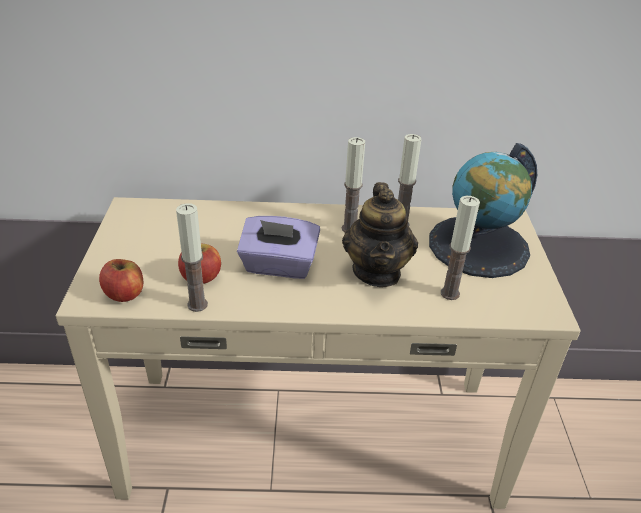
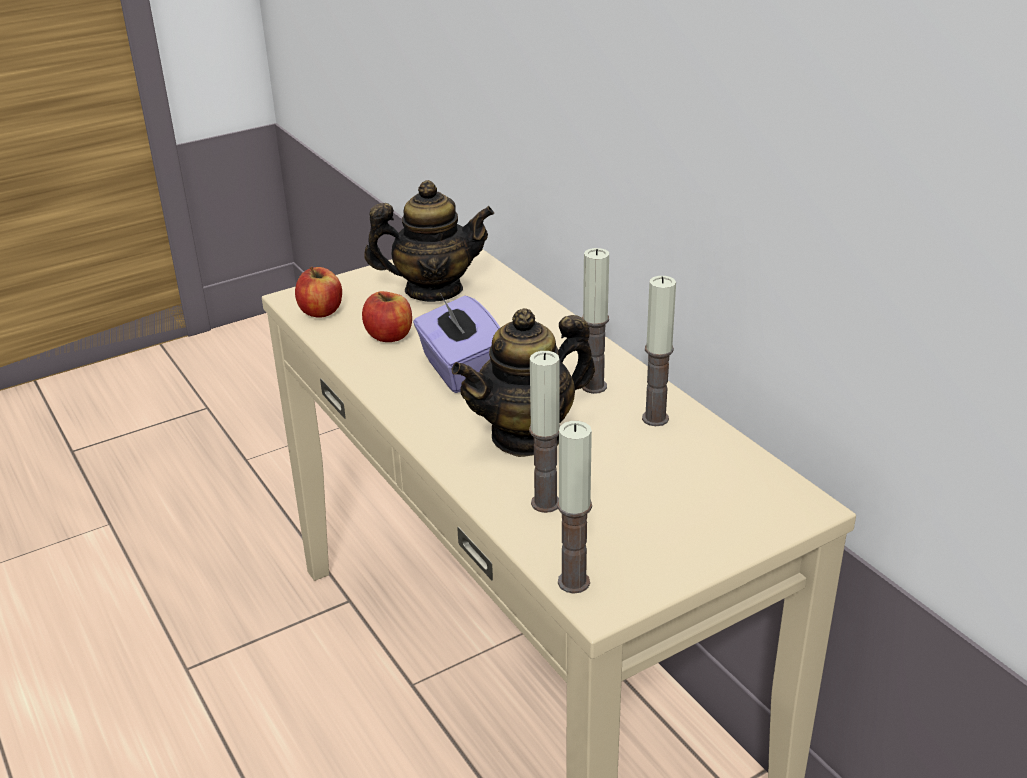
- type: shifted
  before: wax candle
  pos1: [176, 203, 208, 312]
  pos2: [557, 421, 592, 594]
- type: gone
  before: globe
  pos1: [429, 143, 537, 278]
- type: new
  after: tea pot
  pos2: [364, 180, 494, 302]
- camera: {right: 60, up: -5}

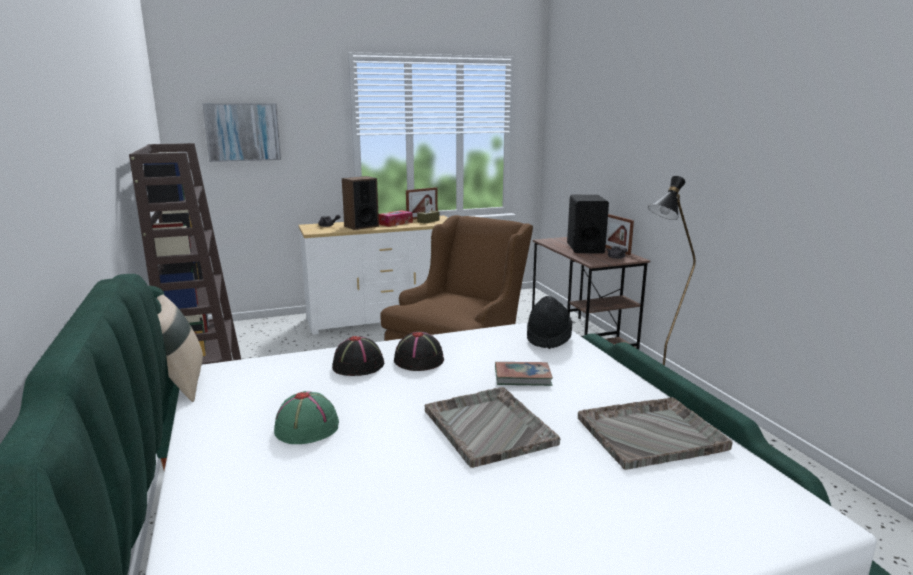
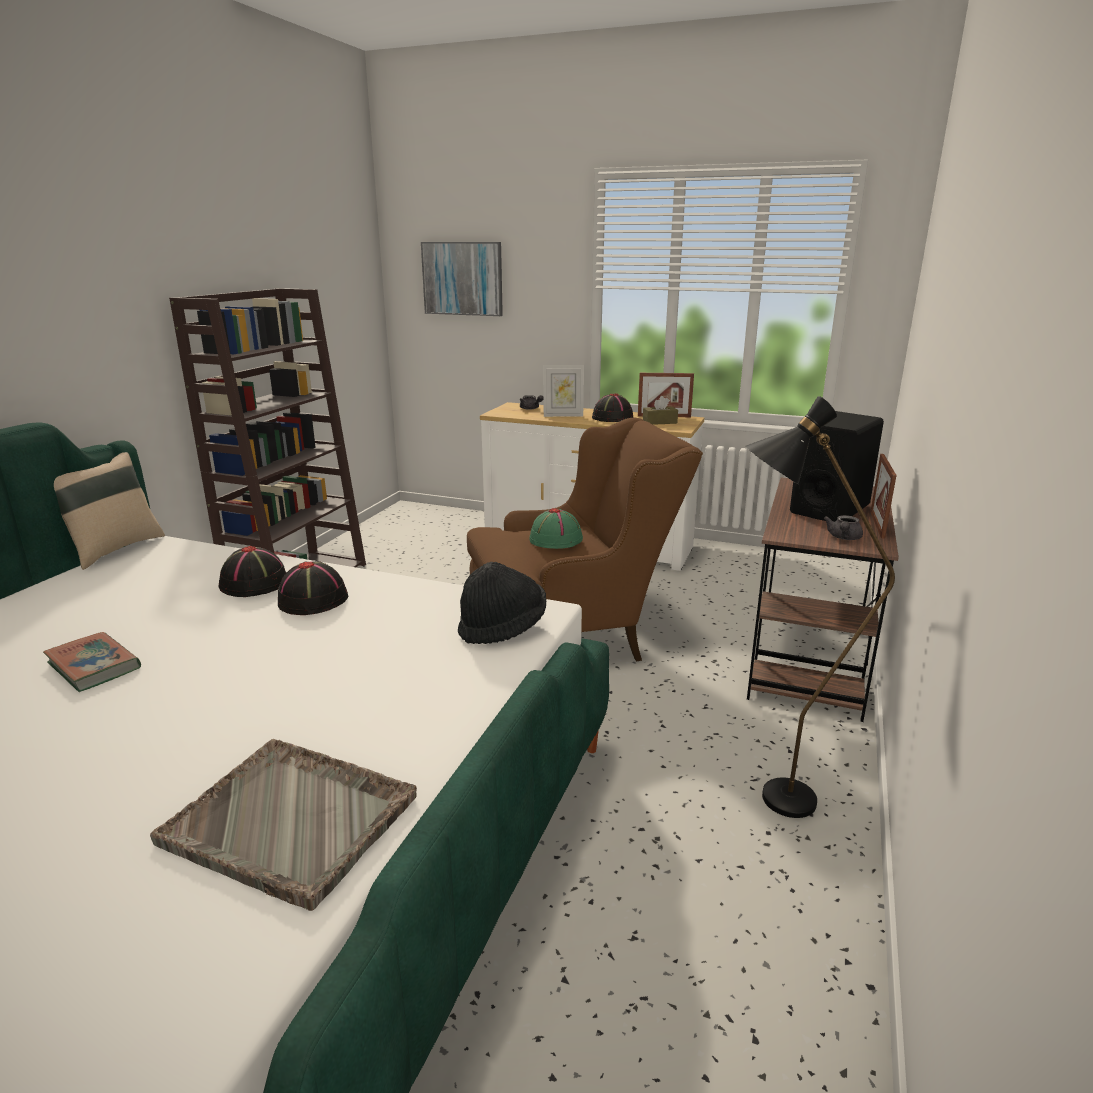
- type: shifted
  before: green clothing hat
  pos1: [274, 391, 339, 444]
  pos2: [529, 508, 583, 549]
- type: swapped
  before: speaker
  after: standing frame
  pos1: [342, 176, 379, 230]
  pos2: [543, 365, 584, 417]
- type: swapped
  before: tissue holder
  after: black-coloured clothing hat
  pos1: [378, 210, 413, 227]
  pos2: [592, 394, 633, 422]
- type: gone
  before: grey serving tray
  pos1: [424, 387, 560, 468]
- type: shifted
  before: book
  pos1: [495, 362, 553, 386]
  pos2: [43, 632, 141, 692]
- camera: {right: 40, up: 5}

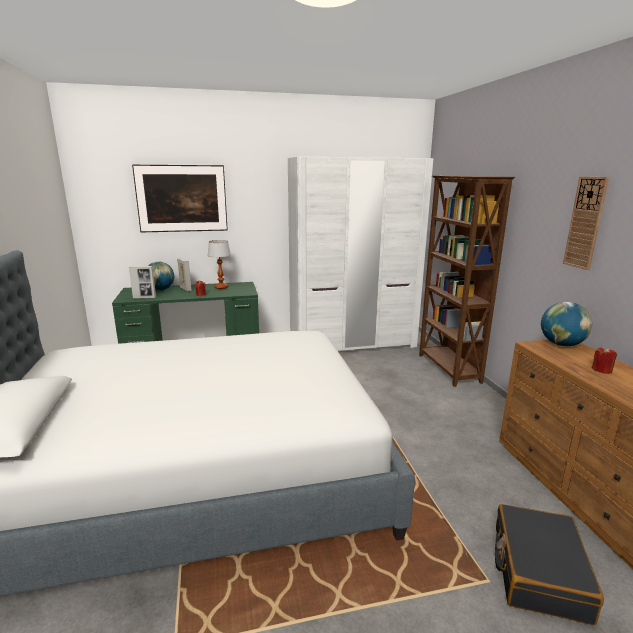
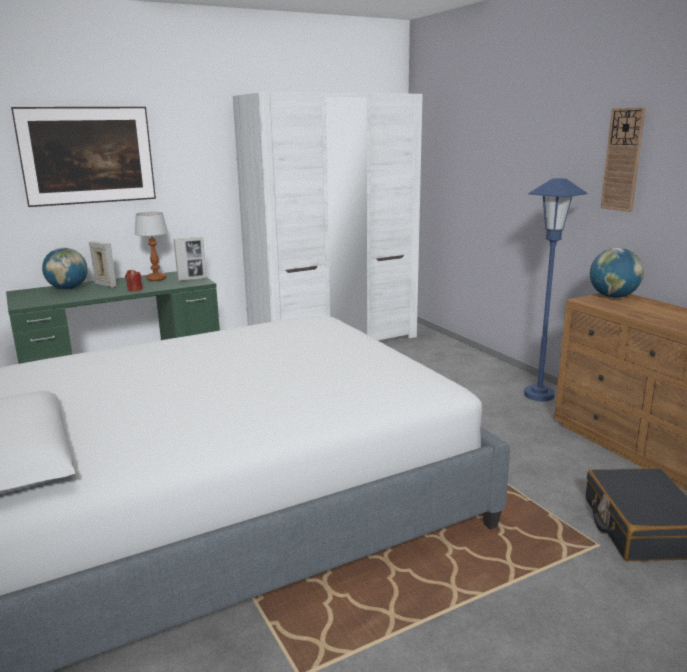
- type: shifted
  before: standing frame
  pos1: [129, 266, 156, 299]
  pos2: [174, 237, 206, 281]
- type: gone
  before: brown bookshelf
  pos1: [419, 176, 515, 387]
- type: gone
  before: red wax candle
  pos1: [591, 347, 617, 374]
- type: new
  after: blue standard lamp
  pos2: [524, 178, 587, 401]
- camera: {right: -15, up: 0}

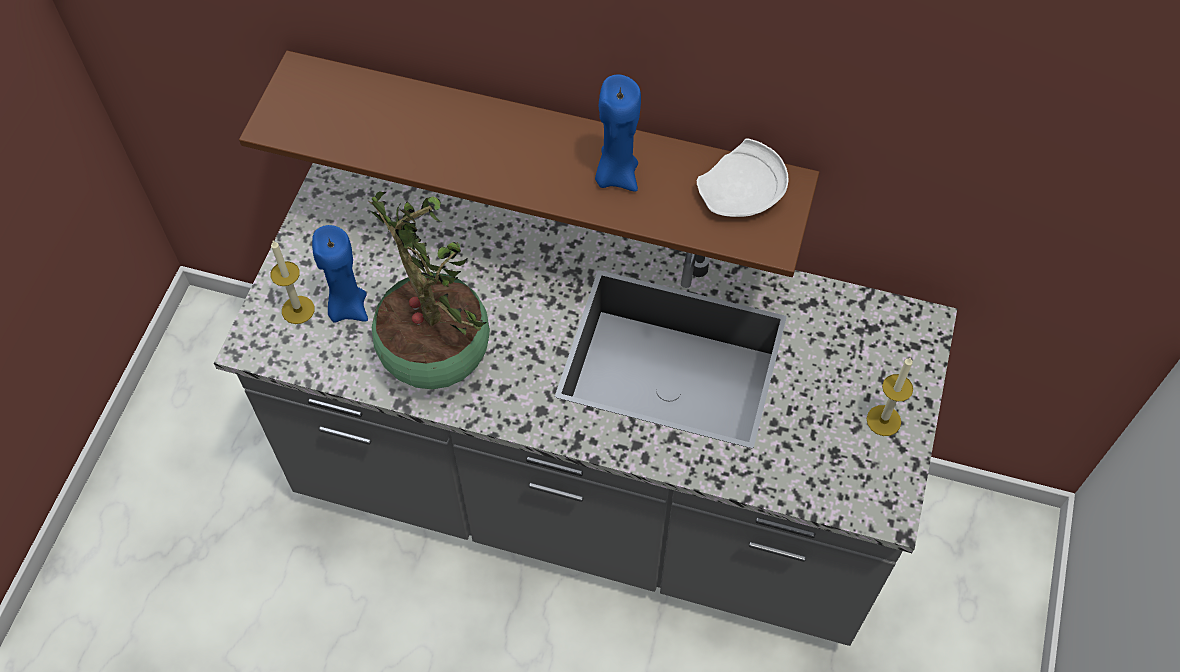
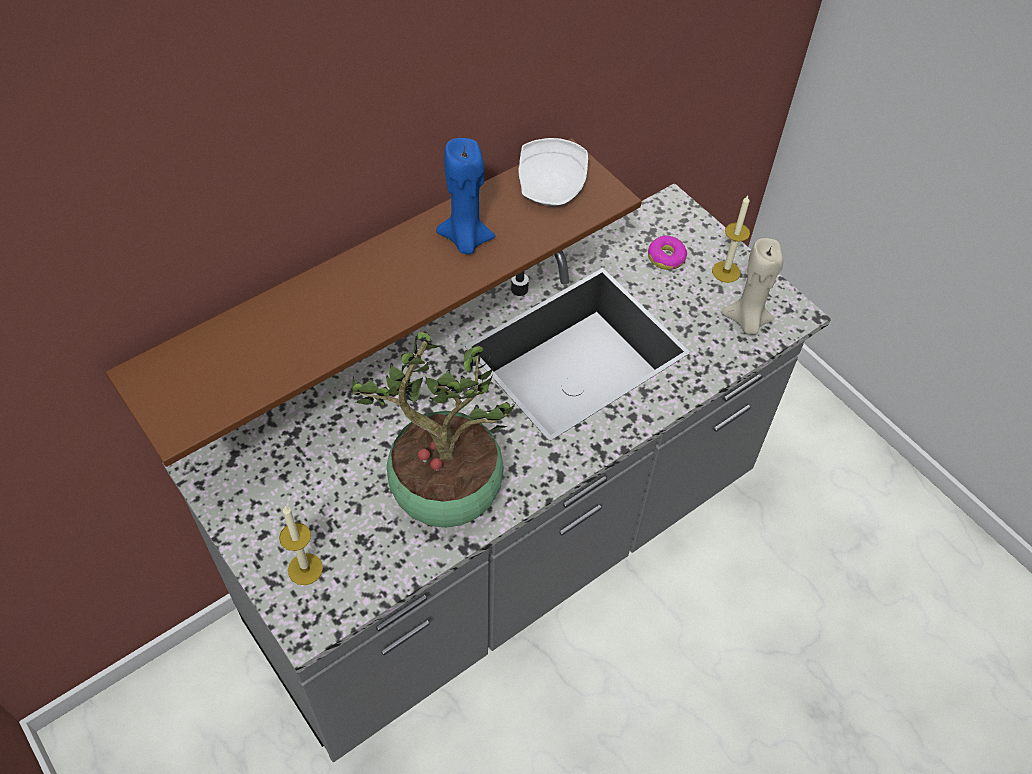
- type: gone
  before: blue wax candle
  pos1: [312, 225, 368, 323]
- type: new
  after: doughnut
  pos2: [648, 236, 687, 270]
- type: new
  after: beige wax candle
  pos2: [722, 238, 783, 335]
- camera: {right: -55, up: -5}

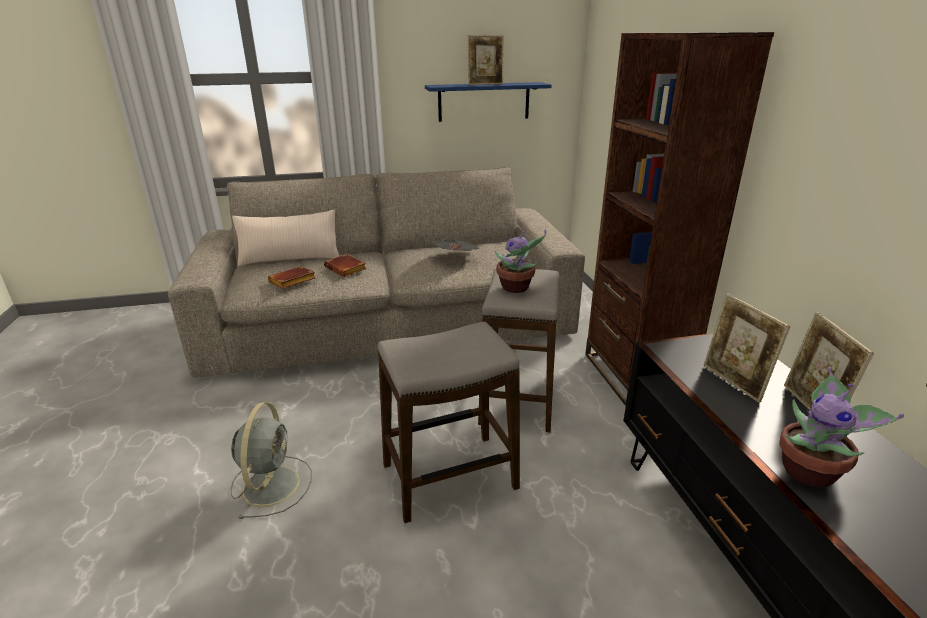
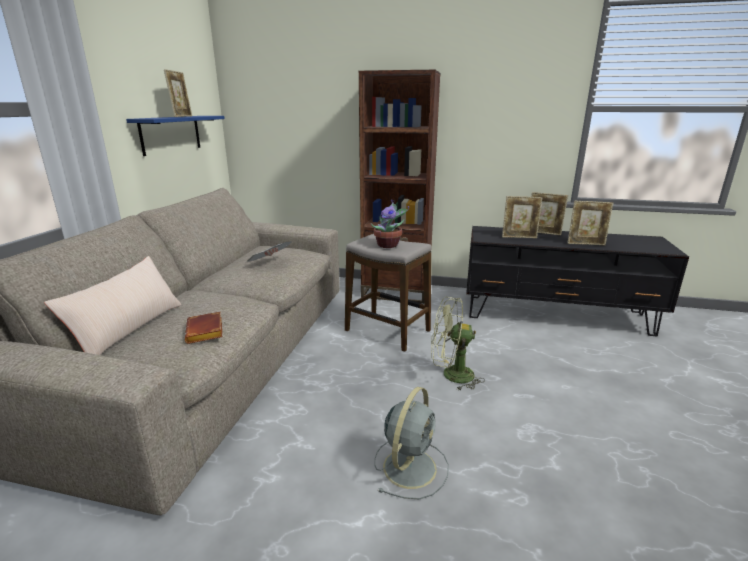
- type: rotated
  before: grey fan
  pos1: [231, 402, 312, 519]
  pos2: [374, 387, 449, 499]
  turn: 90
- type: gone
  before: brown book
  pos1: [324, 254, 367, 277]
- type: swapped
  before: stool seat
  after: green fan
  pos1: [378, 322, 520, 523]
  pos2: [431, 297, 485, 391]
- type: swapped
  before: houseplant
  after: standing frame
  pos1: [779, 367, 904, 488]
  pos2: [568, 201, 613, 245]
- camera: {right: -65, up: -5}

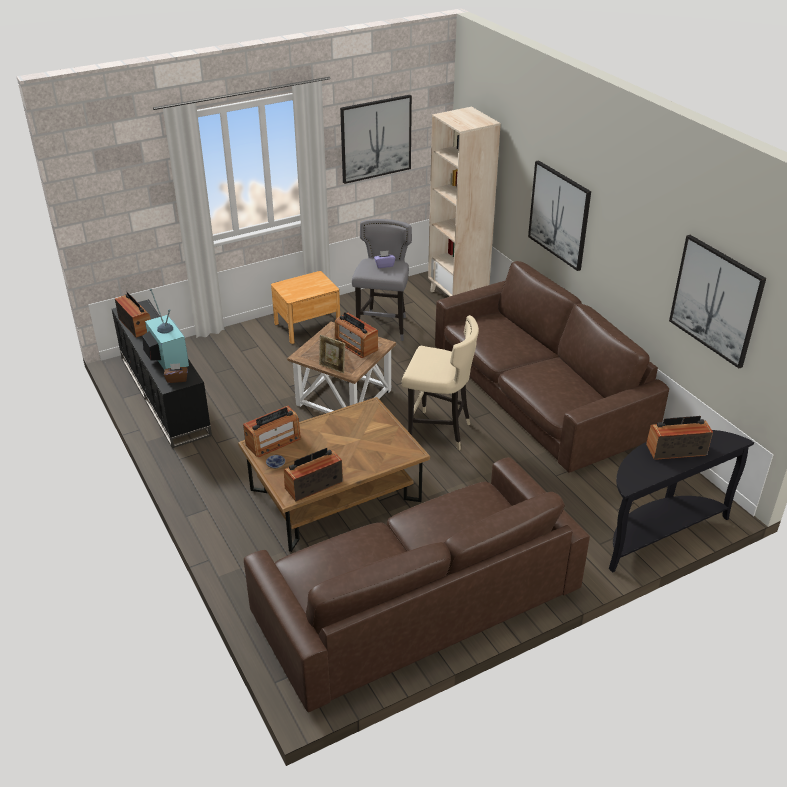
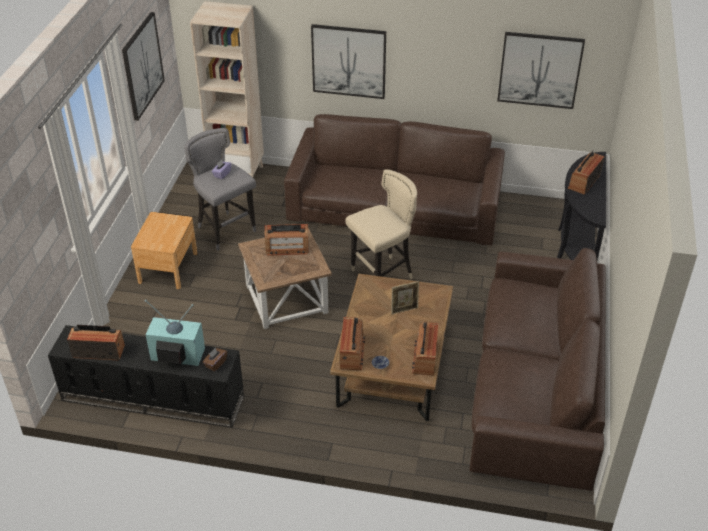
- type: shifted
  before: standing frame
  pos1: [319, 335, 345, 373]
  pos2: [391, 281, 419, 314]
- camera: {right: -50, up: 5}

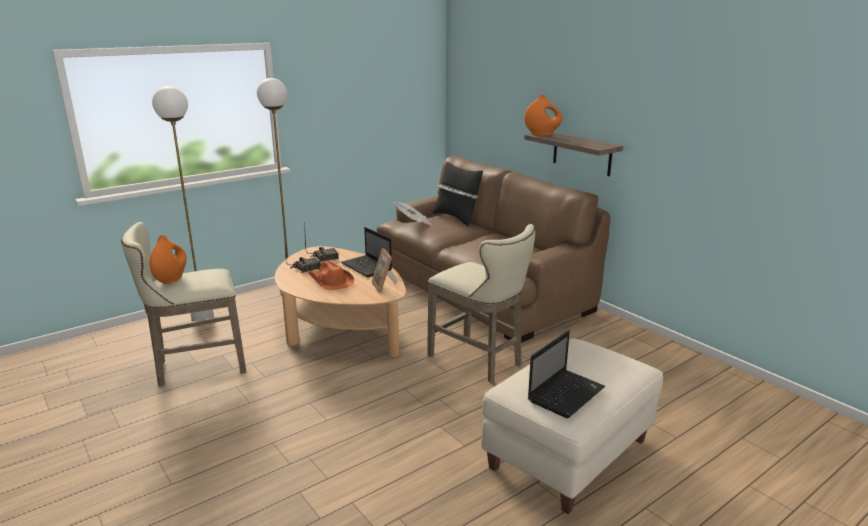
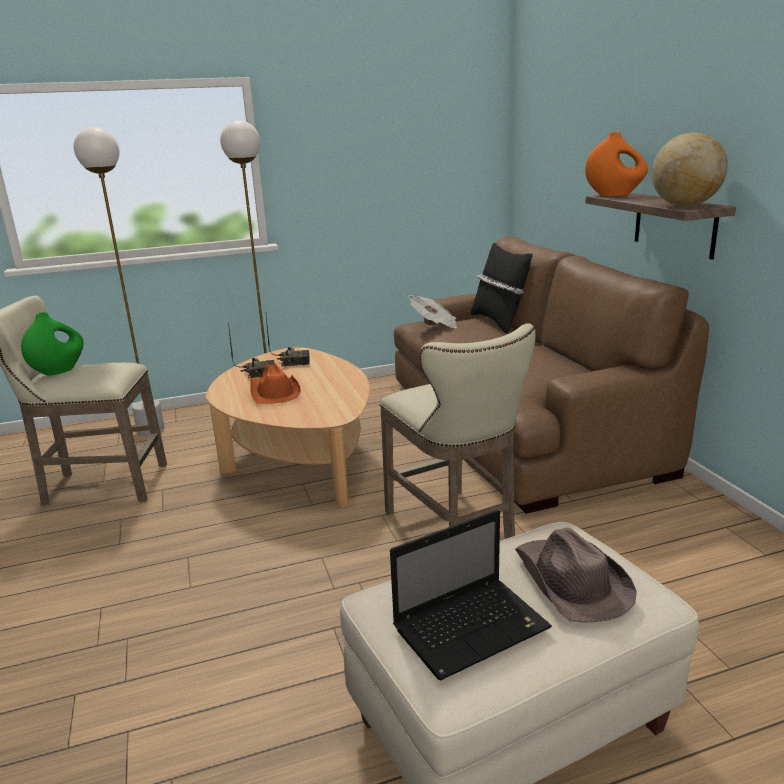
- type: repainted
  before: orange-coloured decorative vase
  after: green decorative vase
  pos1: [149, 235, 187, 284]
  pos2: [21, 312, 84, 376]
- type: gone
  before: portable computer
  pos1: [341, 227, 392, 277]
- type: gone
  before: standing frame
  pos1: [371, 248, 397, 293]
- type: new
  after: brown clothing hat
  pos2: [515, 527, 637, 623]
- type: new
  after: globe
  pos2: [652, 133, 728, 206]
- camera: {right: 20, up: 0}

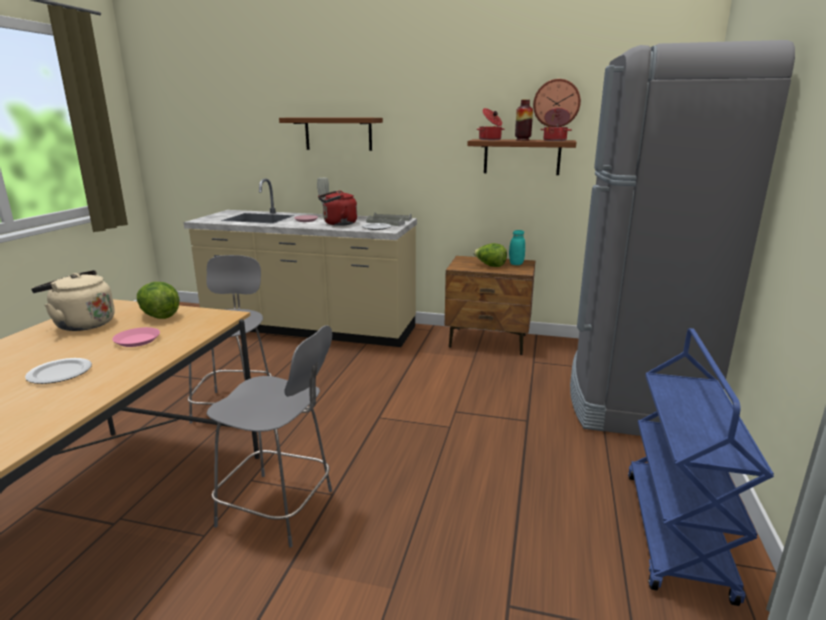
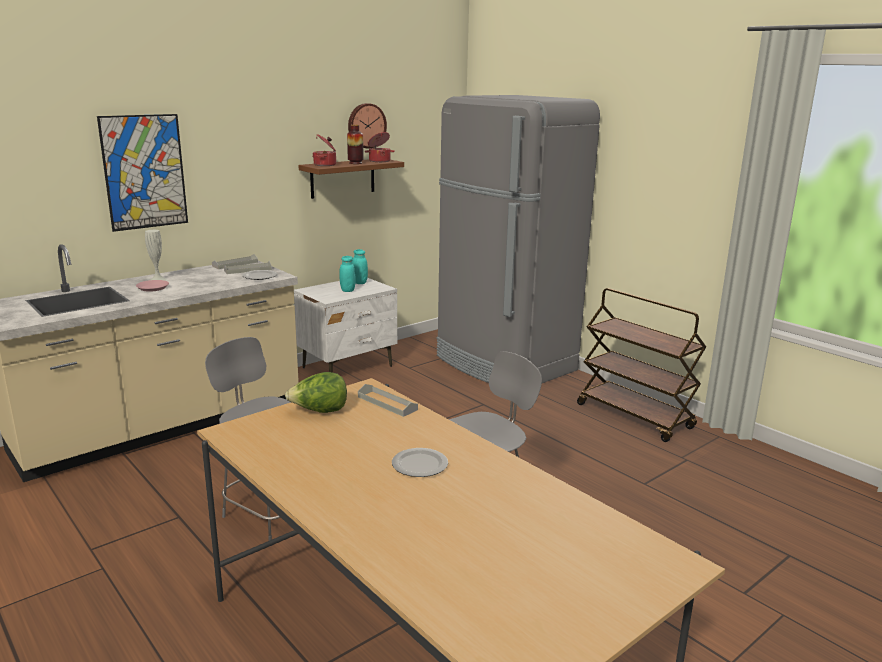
- type: gone
  before: beige water kettle
  pos1: [31, 270, 115, 331]
- type: gone
  before: pink plate
  pos1: [112, 327, 160, 347]
- type: swapped
  before: brown bracket shelf
  after: wall picture
  pos1: [279, 118, 383, 151]
  pos2: [97, 114, 188, 232]
- type: gone
  before: red water kettle
  pos1: [318, 191, 357, 226]
- type: repainted
  before: brown bedside table
  after: white bedside table
  pos1: [445, 256, 535, 355]
  pos2: [294, 278, 397, 373]
- type: swapped
  before: lettuce head
  after: turquoise-coloured preserve jar
  pos1: [473, 243, 507, 267]
  pos2: [339, 256, 355, 292]
- type: repainted
  before: blue wheeled cart
  after: brown wheeled cart
  pos1: [628, 328, 774, 606]
  pos2: [577, 288, 706, 442]
- type: new
  after: grey serving tray
  pos2: [358, 384, 418, 417]
- camera: {right: -55, up: 0}

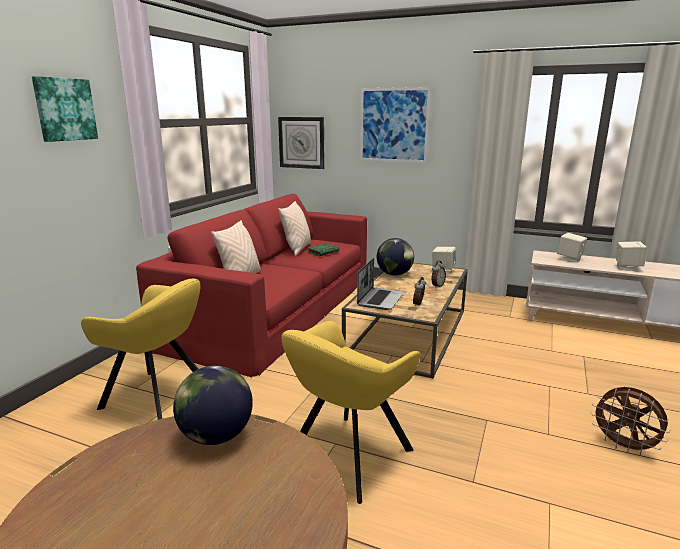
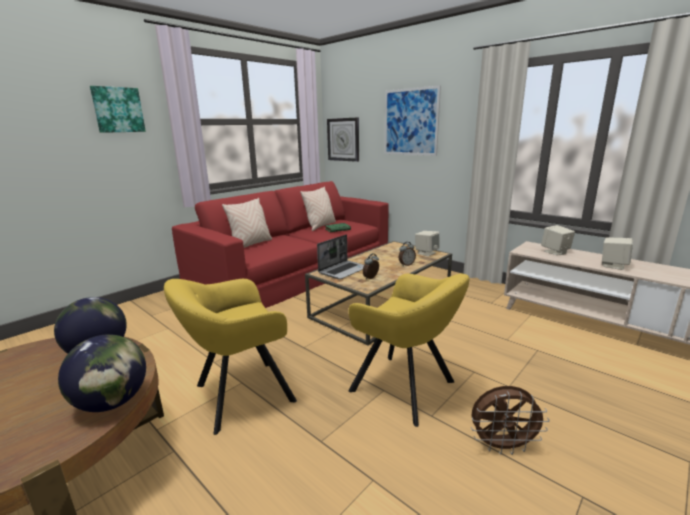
- type: shifted
  before: yellow-coloured lounge chair
  pos1: [81, 279, 200, 420]
  pos2: [348, 274, 470, 427]
- type: shifted
  before: globe
  pos1: [377, 238, 414, 276]
  pos2: [58, 334, 146, 412]
- type: rotated
  before: brown fan
  pos1: [590, 387, 671, 455]
  pos2: [471, 386, 550, 455]
  turn: -60
- camera: {right: 20, up: 0}

